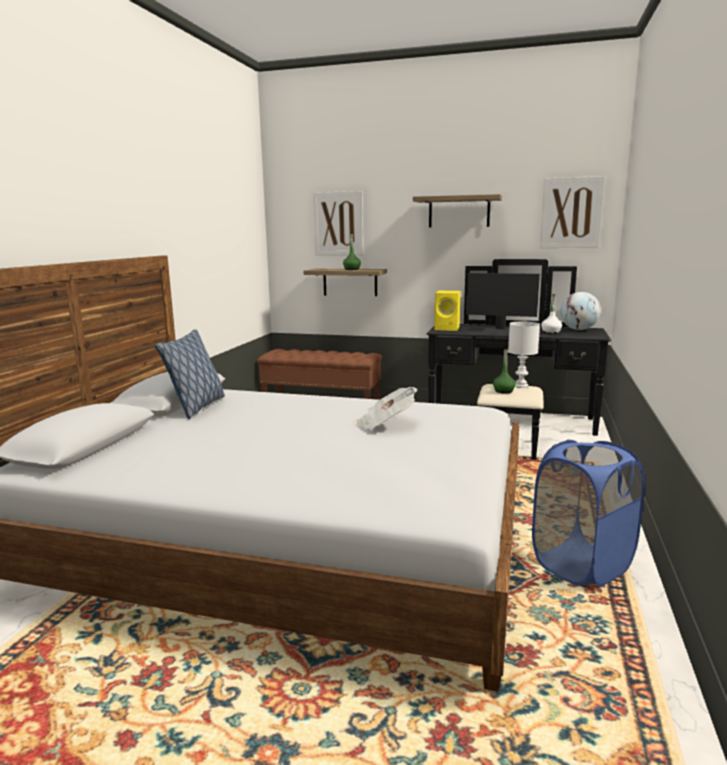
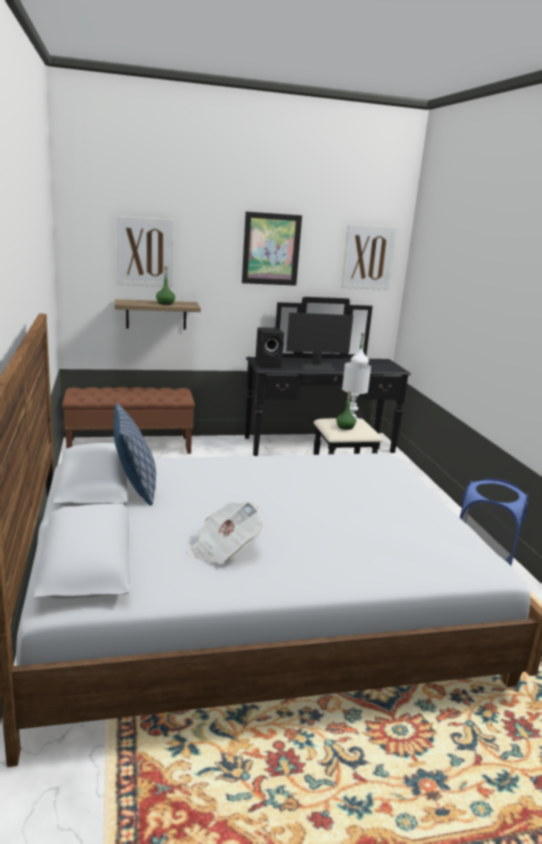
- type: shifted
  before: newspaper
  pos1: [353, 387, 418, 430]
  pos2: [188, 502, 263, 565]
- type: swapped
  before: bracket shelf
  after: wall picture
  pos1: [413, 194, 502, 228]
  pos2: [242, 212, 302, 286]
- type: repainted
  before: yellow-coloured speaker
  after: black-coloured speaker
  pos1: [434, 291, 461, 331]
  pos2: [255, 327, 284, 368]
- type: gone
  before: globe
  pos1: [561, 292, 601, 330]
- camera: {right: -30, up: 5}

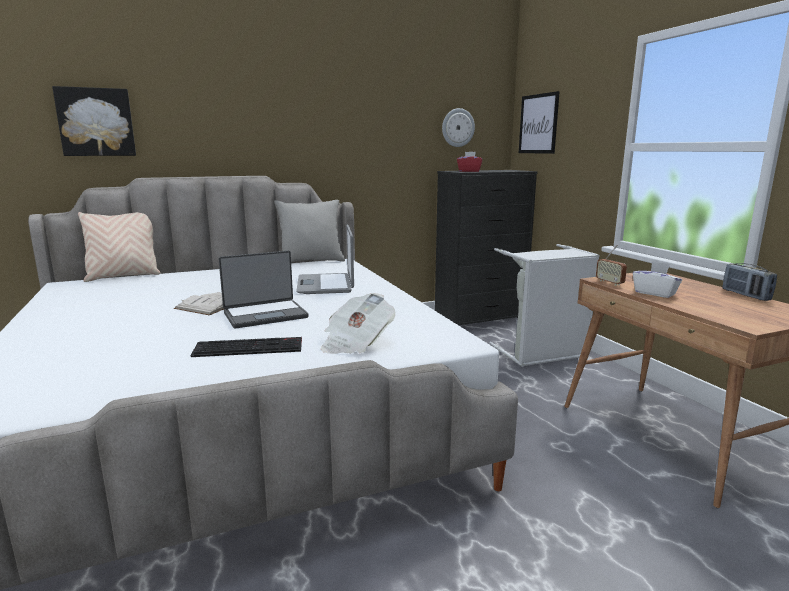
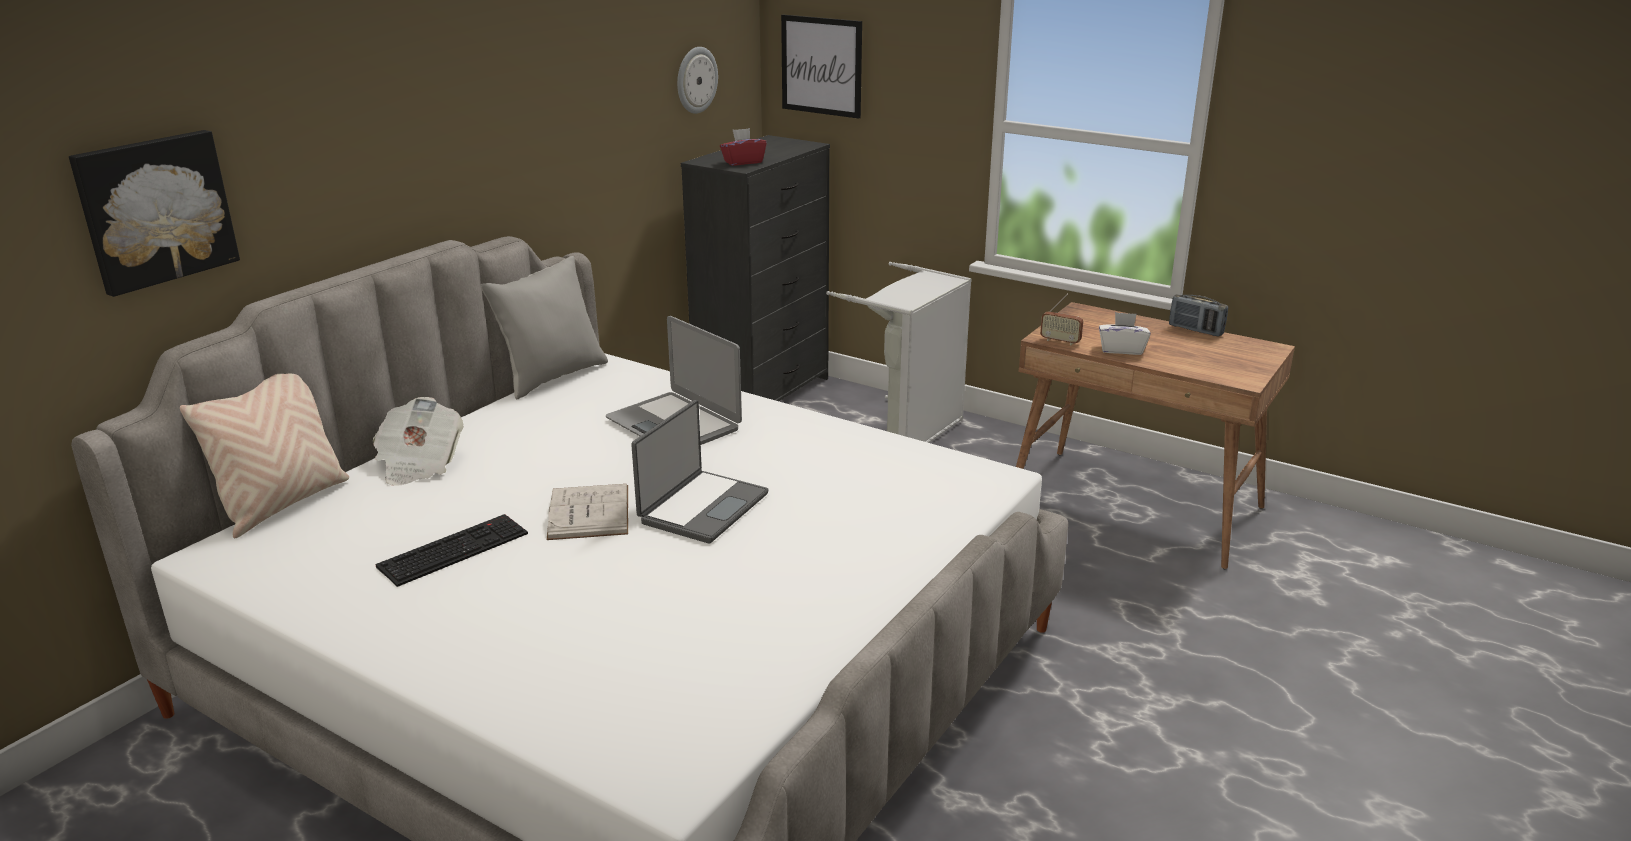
- type: shifted
  before: computer keyboard
  pos1: [190, 337, 302, 357]
  pos2: [375, 514, 528, 587]
- type: shifted
  before: newspaper
  pos1: [321, 293, 395, 354]
  pos2: [372, 397, 464, 486]
- camera: {right: -35, up: 10}

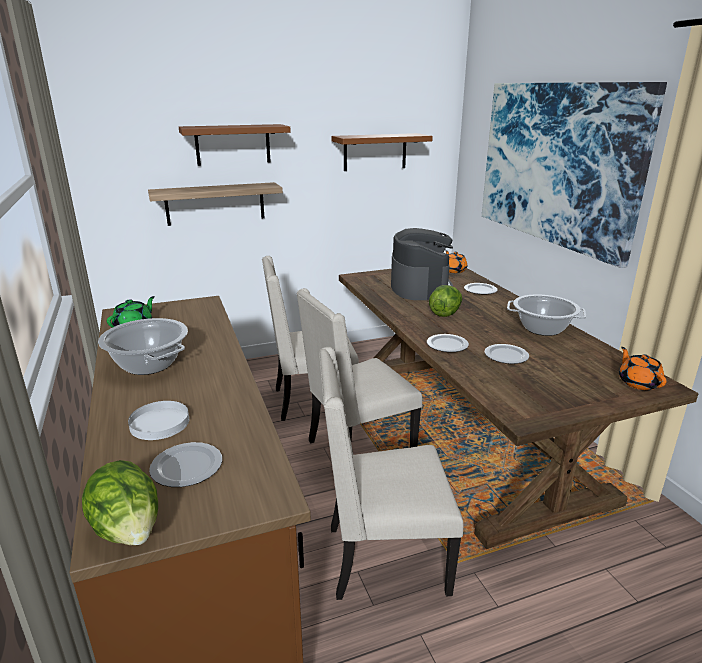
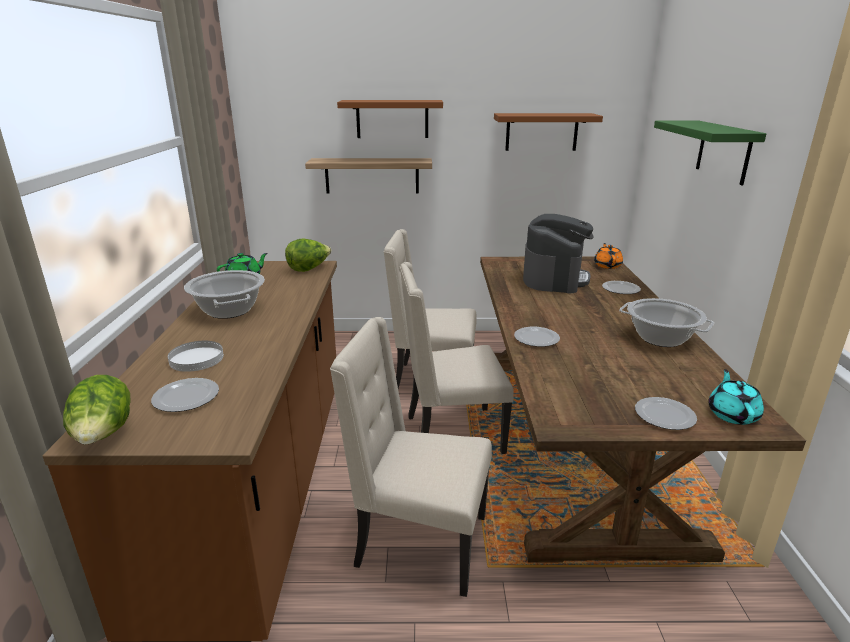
- type: shifted
  before: lettuce head
  pos1: [429, 285, 462, 317]
  pos2: [285, 239, 331, 272]
- type: swapped
  before: wall picture
  after: green bracket shelf
  pos1: [482, 82, 667, 268]
  pos2: [654, 120, 766, 185]
- type: shifted
  before: plate
  pos1: [485, 344, 529, 364]
  pos2: [635, 397, 697, 430]
- type: repainted
  before: orange-coloured tea pot
  after: turquoise-coloured tea pot
  pos1: [619, 347, 667, 390]
  pos2: [708, 369, 764, 425]
- camera: {right: 20, up: 0}

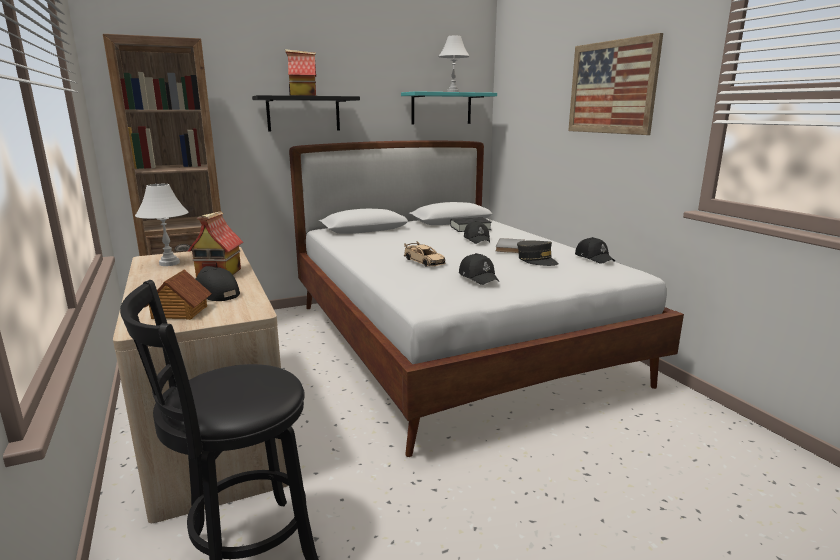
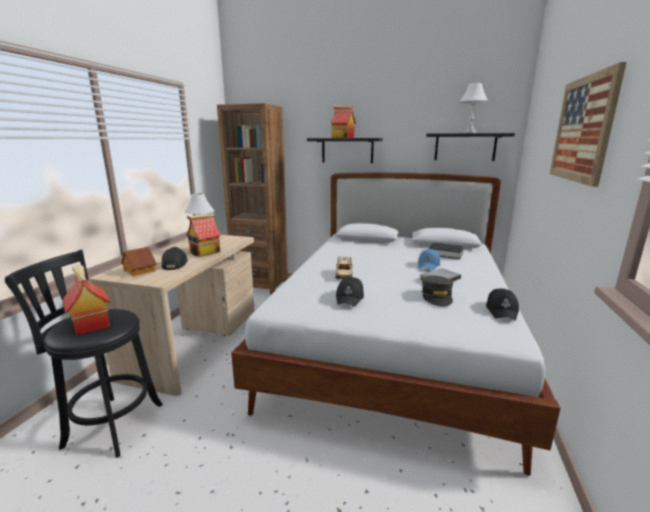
- type: repainted
  before: turquoise-coloured bracket shelf
  after: black-coloured bracket shelf
  pos1: [401, 91, 497, 124]
  pos2: [426, 133, 515, 161]
- type: repainted
  before: black-coloured cap
  after: blue cap
  pos1: [464, 221, 490, 244]
  pos2: [418, 249, 440, 270]
- type: new
  after: miniature house
  pos2: [62, 265, 111, 335]
- camera: {right: 40, up: 0}

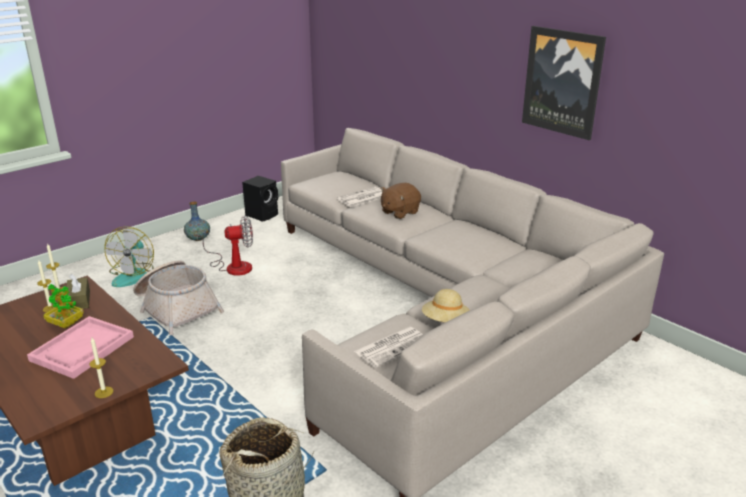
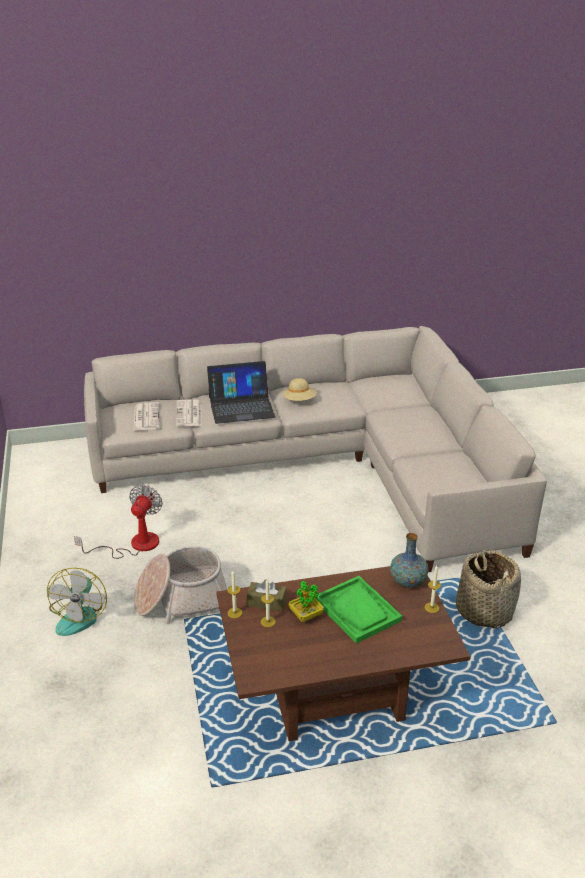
- type: repainted
  before: pink serving tray
  after: green serving tray
  pos1: [27, 316, 134, 379]
  pos2: [316, 576, 402, 644]
- type: rotated
  before: fan
  pos1: [104, 226, 154, 287]
  pos2: [47, 568, 107, 636]
  turn: 60
- type: shifted
  before: decorative vase
  pos1: [184, 201, 210, 241]
  pos2: [390, 533, 429, 587]
- type: gone
  before: black-coloured speaker
  pos1: [242, 176, 278, 222]
- type: shifted
  before: newspaper
  pos1: [353, 327, 423, 368]
  pos2: [134, 402, 159, 430]
- type: swapped
  before: brown plush toy
  after: portable computer
  pos1: [381, 183, 421, 219]
  pos2: [207, 361, 275, 424]
- type: shifted
  before: beige clothing hat
  pos1: [422, 289, 470, 322]
  pos2: [283, 378, 317, 401]
- type: gone
  before: wall picture
  pos1: [522, 26, 606, 140]
- camera: {right: -60, up: 5}

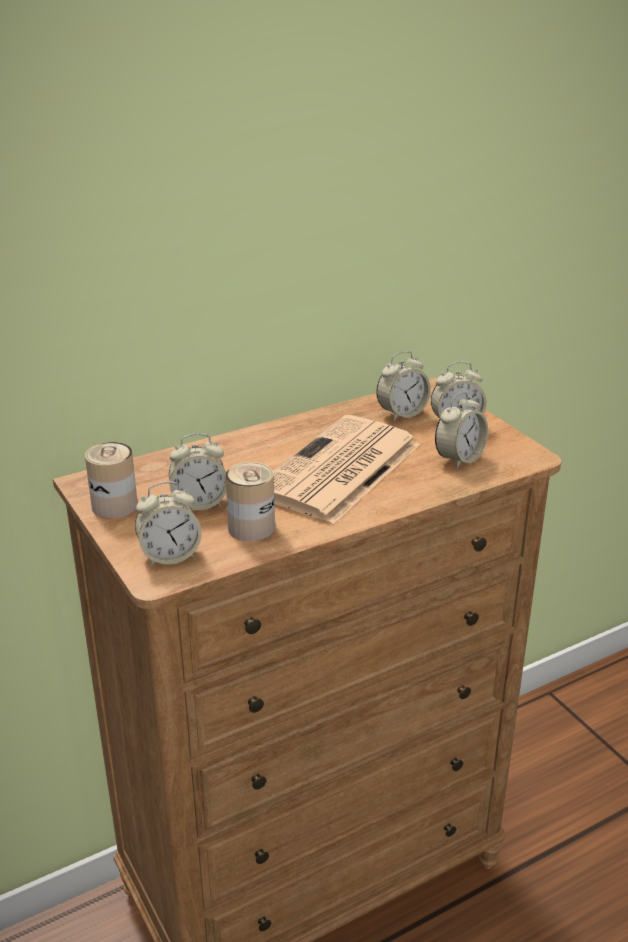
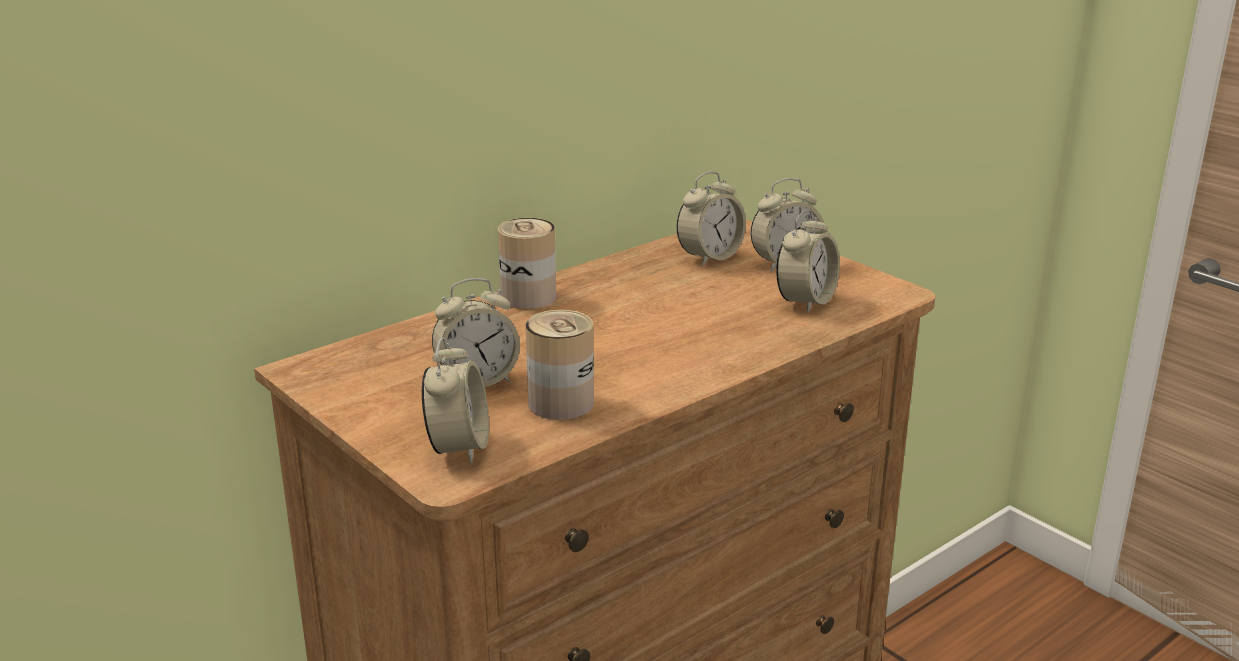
- type: shifted
  before: can
  pos1: [85, 442, 138, 519]
  pos2: [498, 218, 556, 309]
- type: rotated
  before: bedside clock
  pos1: [135, 481, 202, 566]
  pos2: [422, 337, 489, 464]
  turn: -60
- type: gone
  before: newspaper
  pos1: [273, 415, 420, 524]
- camera: {right: -10, up: -5}

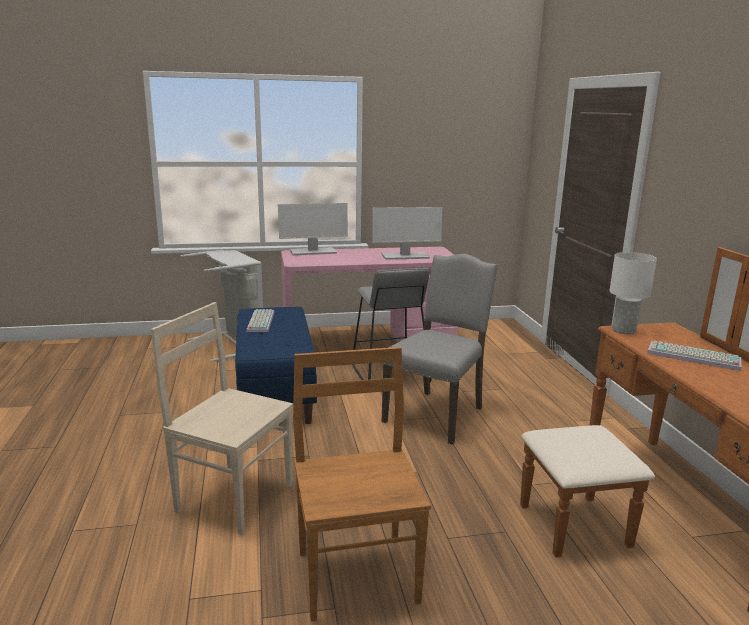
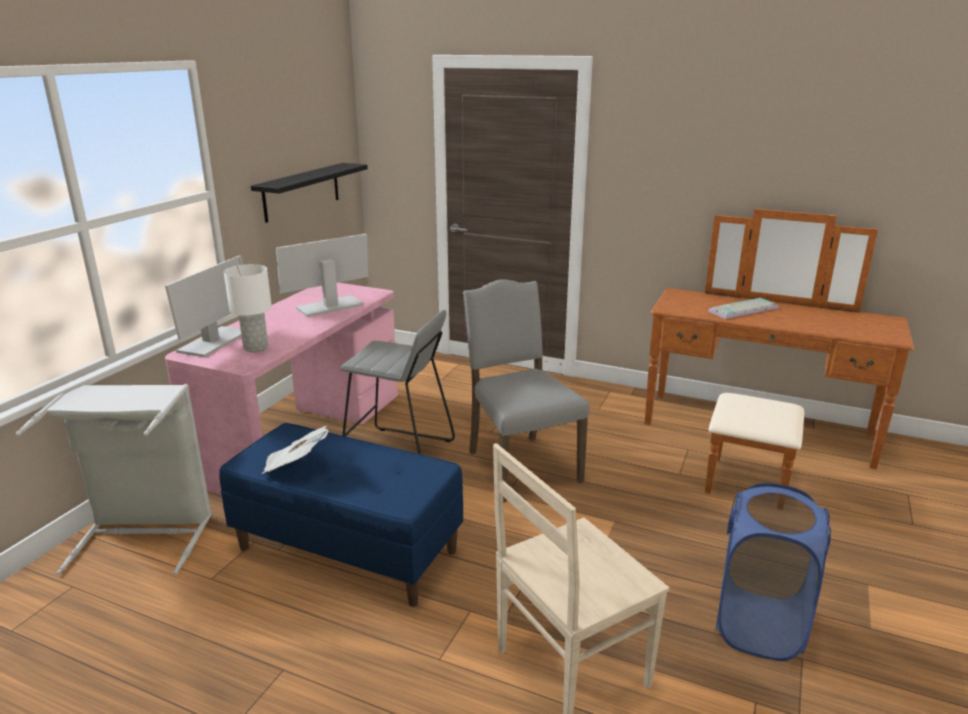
- type: swapped
  before: computer keyboard
  after: newspaper
  pos1: [246, 309, 274, 332]
  pos2: [262, 426, 328, 474]
- type: swapped
  before: brown chair
  after: blue washing basket
  pos1: [293, 347, 431, 622]
  pos2: [715, 483, 831, 661]
- type: rotated
  before: computer display
  pos1: [372, 207, 442, 260]
  pos2: [276, 234, 368, 317]
  turn: -150
- type: shifted
  before: white tabletop lamp
  pos1: [609, 252, 657, 334]
  pos2: [224, 264, 272, 352]
- type: new
  after: black-coloured bracket shelf
  pos2: [251, 163, 368, 223]
- camera: {right: -55, up: 5}

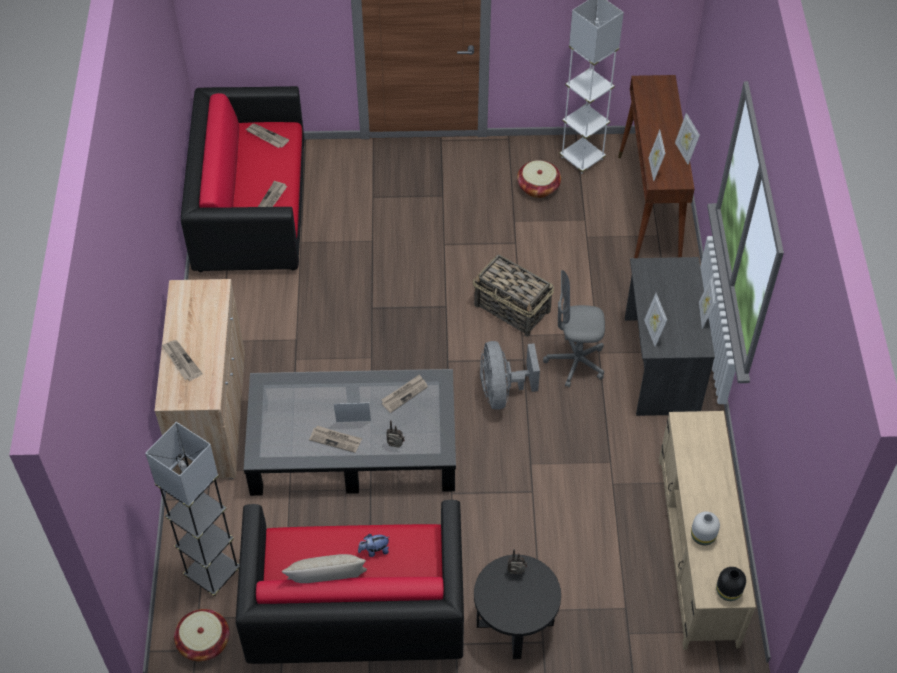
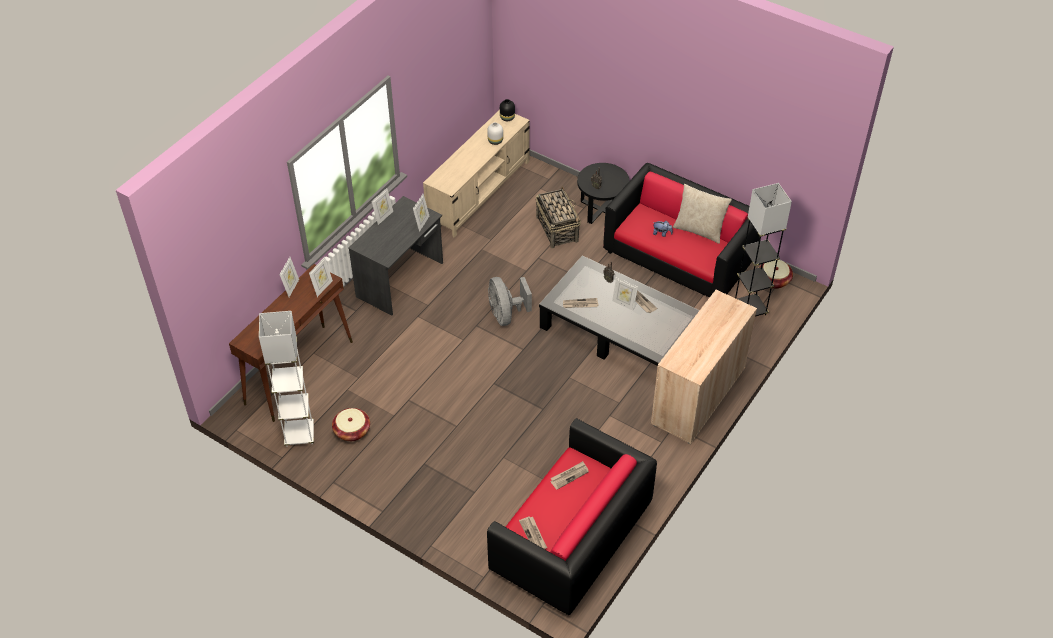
- type: gone
  before: newspaper
  pos1: [162, 340, 203, 381]
- type: shifted
  before: basket
  pos1: [473, 255, 554, 337]
  pos2: [536, 186, 581, 248]
- type: rotated
  before: grey fan
  pos1: [480, 341, 540, 410]
  pos2: [488, 277, 532, 326]
  turn: 135
- type: gone
  before: grey desk chair
  pos1: [543, 270, 605, 387]
- camera: {right: -145, up: -5}

